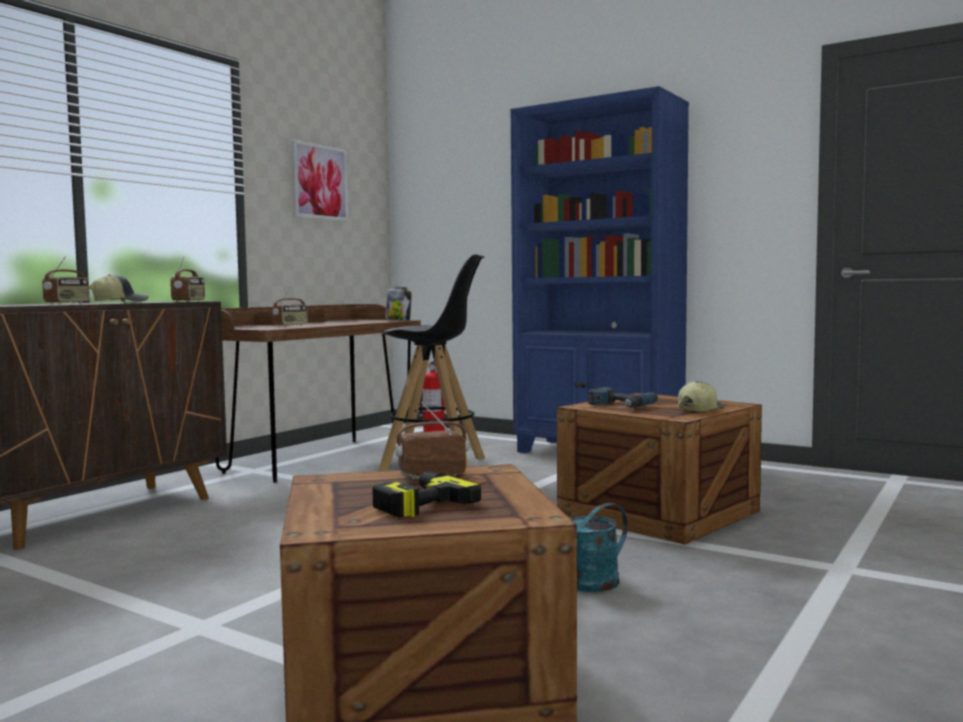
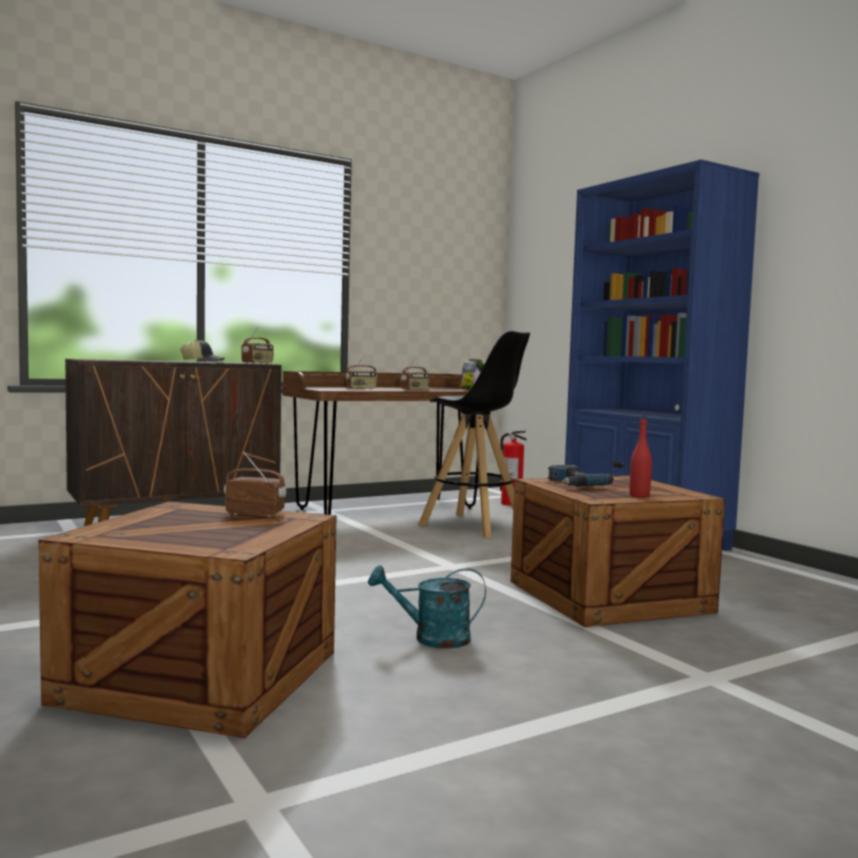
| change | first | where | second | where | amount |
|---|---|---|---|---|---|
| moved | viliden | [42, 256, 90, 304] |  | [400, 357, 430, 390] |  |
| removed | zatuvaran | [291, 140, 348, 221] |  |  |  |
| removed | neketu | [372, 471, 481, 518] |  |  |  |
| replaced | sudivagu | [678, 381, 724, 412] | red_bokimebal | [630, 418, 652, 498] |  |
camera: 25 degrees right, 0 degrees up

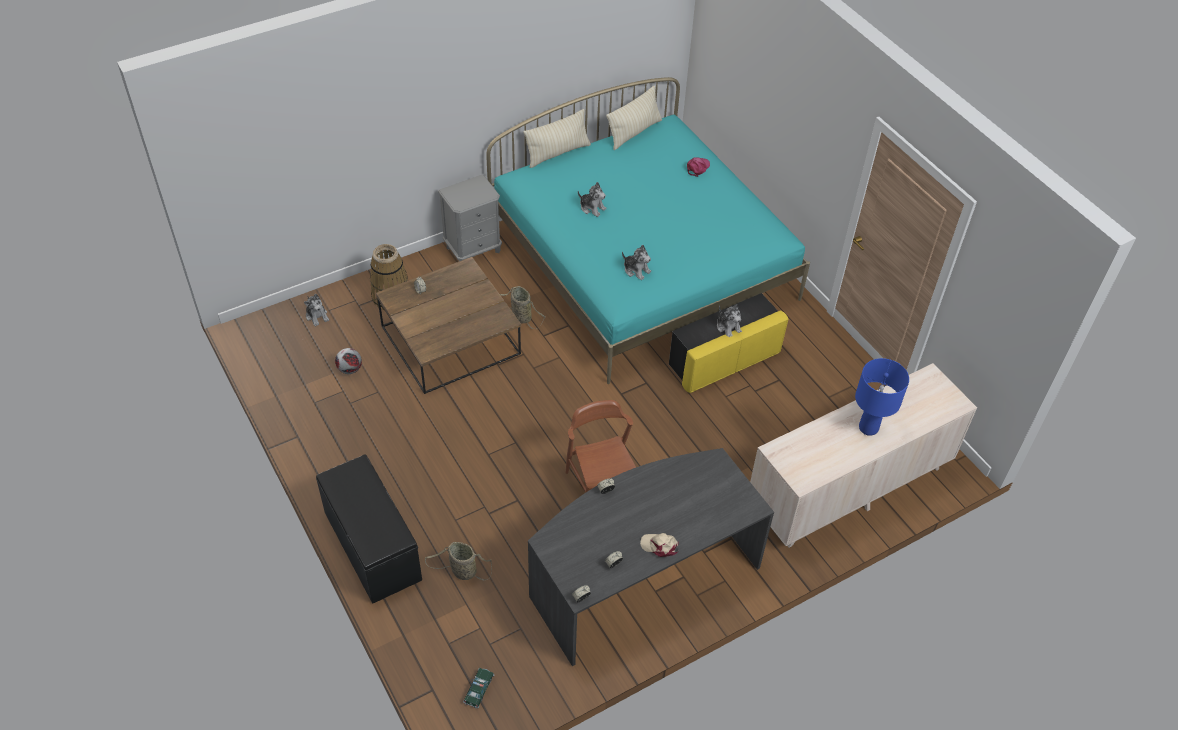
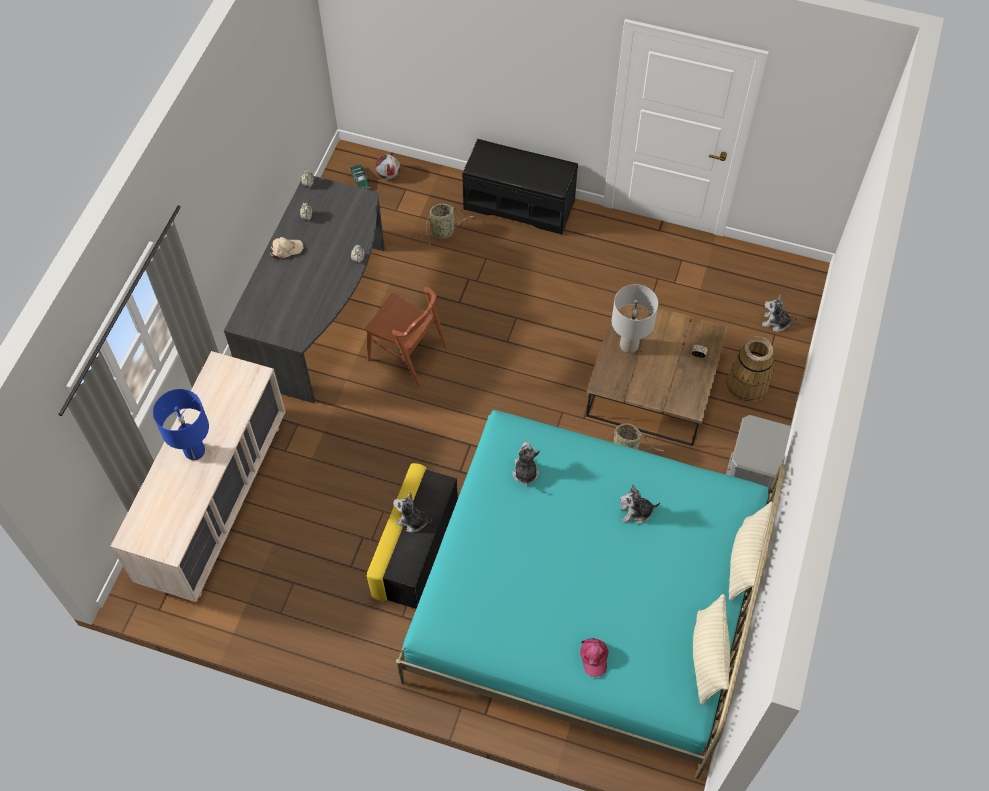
| change | first | where | second | where | amount |
|---|---|---|---|---|---|
| moved | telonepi | [335, 348, 362, 374] |  | [375, 155, 400, 180] |  |
| turned | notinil | [622, 245, 651, 280] |  | [512, 441, 540, 486] | 90 degrees clockwise |
| added |  |  | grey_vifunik | [612, 284, 658, 353] |  |
camera: 140 degrees right, 10 degrees up

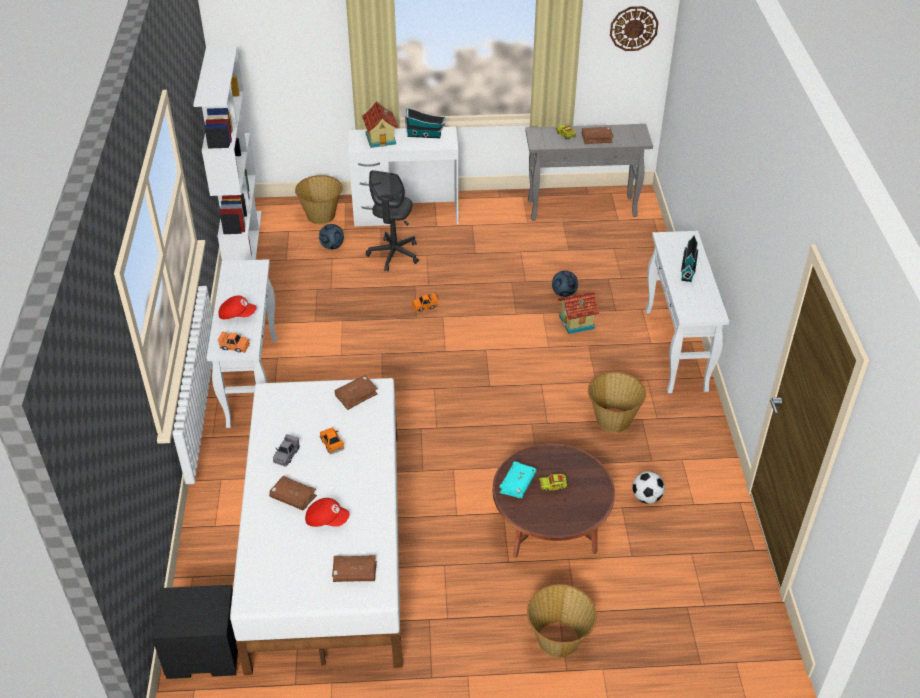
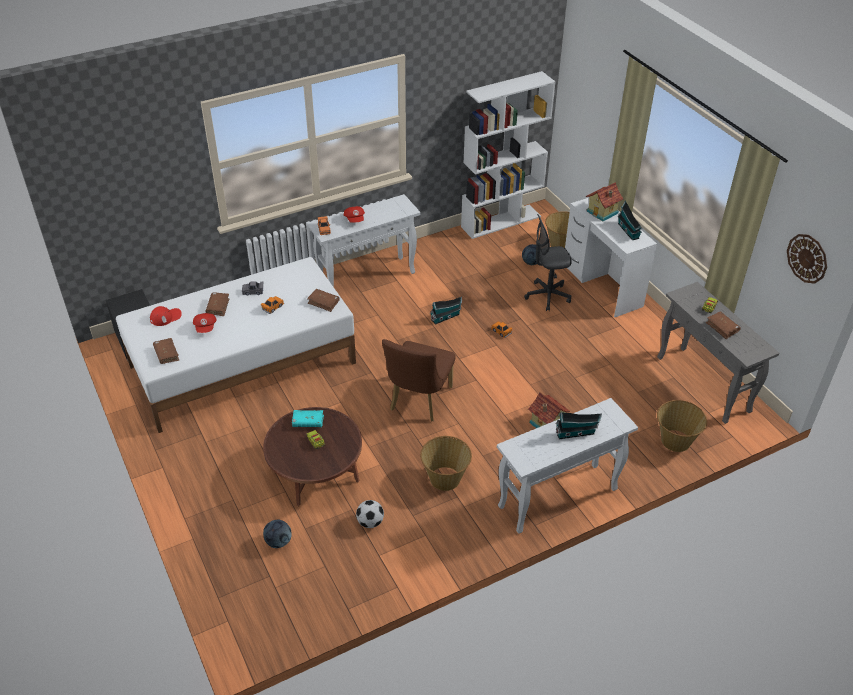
| change | first | where | second | where | amount |
|---|---|---|---|---|---|
| moved | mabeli | [527, 584, 597, 658] |  | [657, 400, 707, 452] |  |
| moved | telonepi | [552, 270, 578, 297] |  | [263, 520, 292, 548] |  |
| added |  |  | red_sudivagu | [150, 306, 182, 326] |  |
| added |  |  | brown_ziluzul | [382, 339, 456, 421] |  |
| added |  |  | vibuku | [430, 297, 462, 325] |  |
camera: 65 degrees right, 0 degrees up

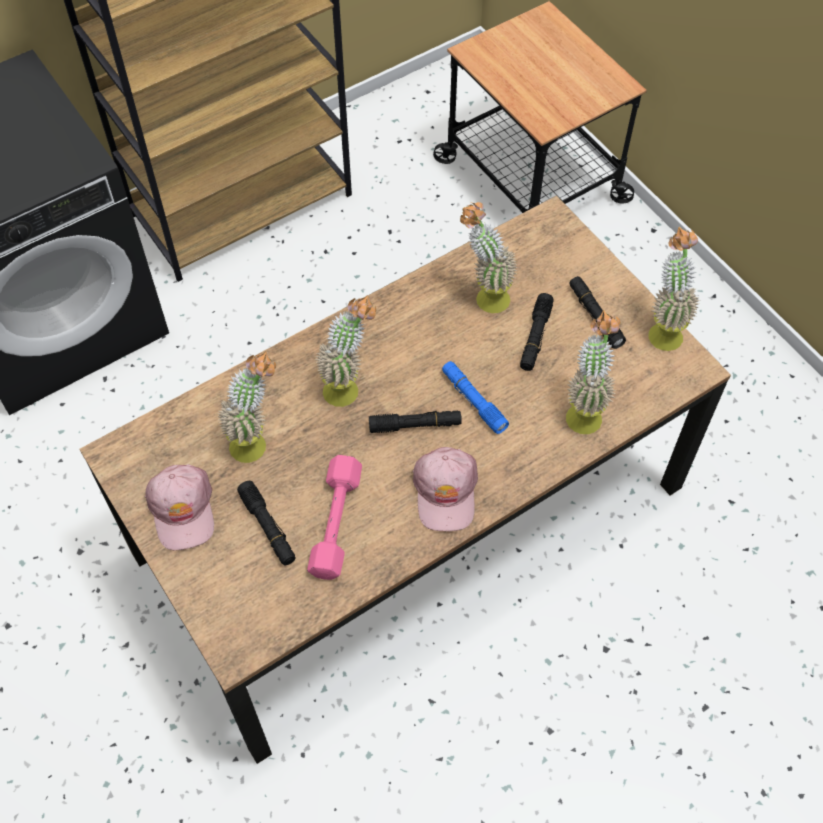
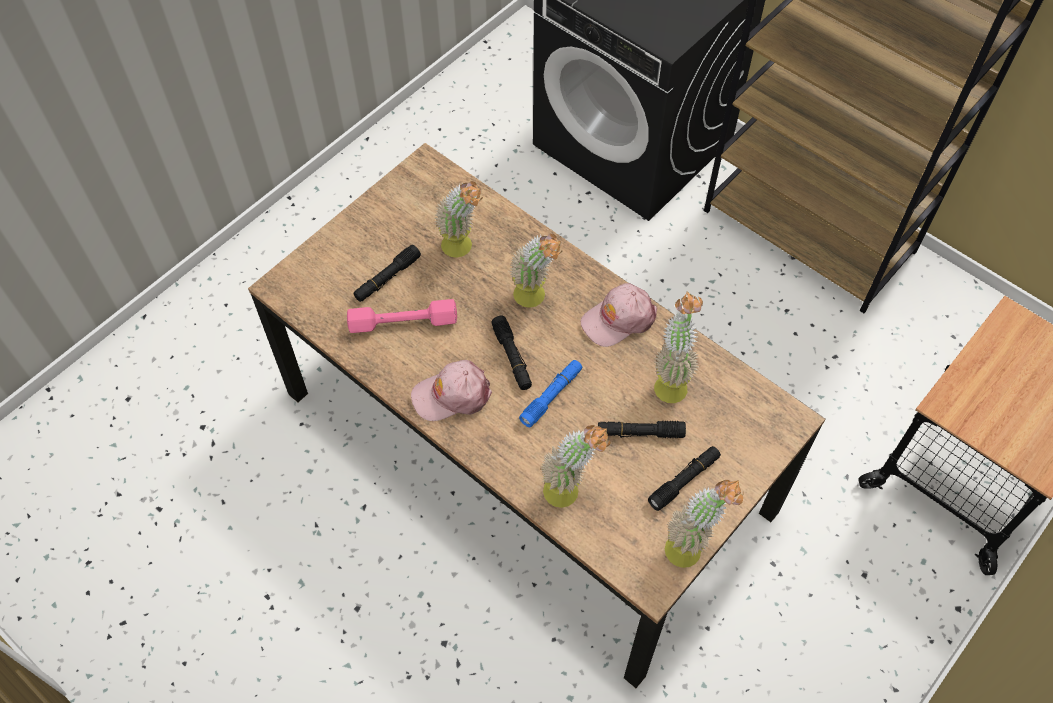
| change | first | where | second | where | amount |
|---|---|---|---|---|---|
| moved | pink_sudivagu | [145, 464, 214, 551] |  | [580, 283, 657, 347] |  |
camera: 75 degrees right, 0 degrees up

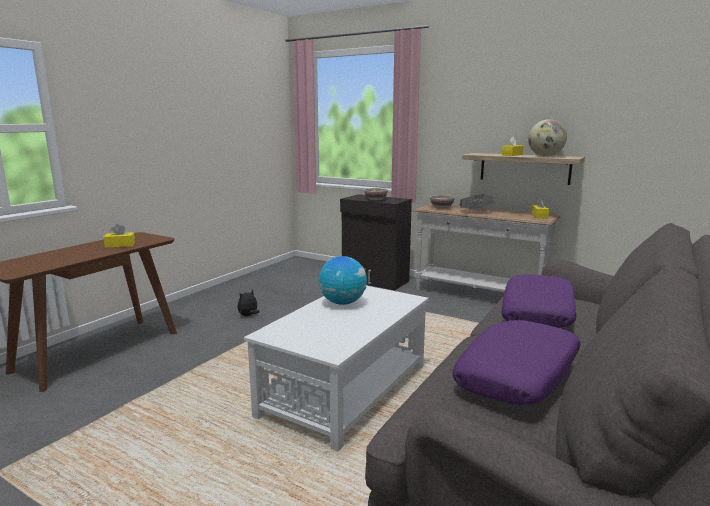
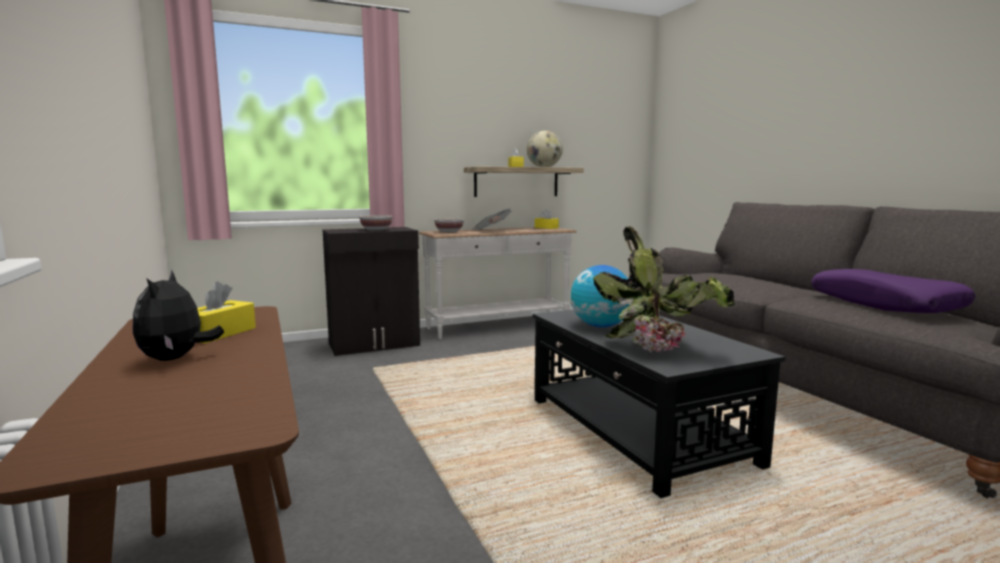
| change | first | where | second | where | amount |
|---|---|---|---|---|---|
| moved | notinil | [237, 290, 260, 316] |  | [132, 270, 224, 361] |  |
| recoloured | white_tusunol | [244, 286, 428, 452] | black_tusunol | [533, 309, 786, 498] |  |
| removed | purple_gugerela | [501, 274, 576, 328] |  |  |  |
| added |  |  | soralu | [593, 226, 735, 352] |  |
camera: 55 degrees left, 5 degrees down

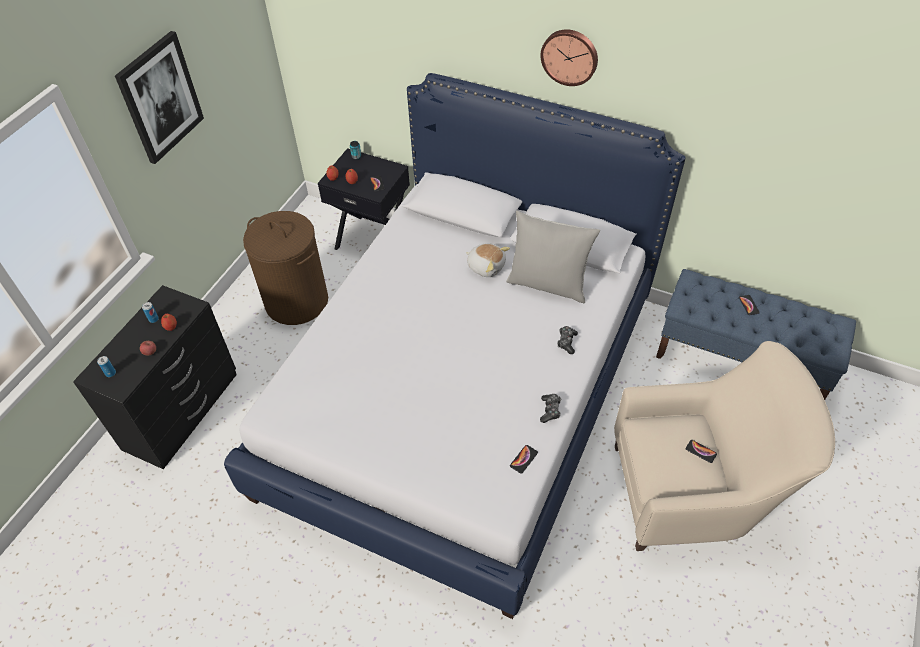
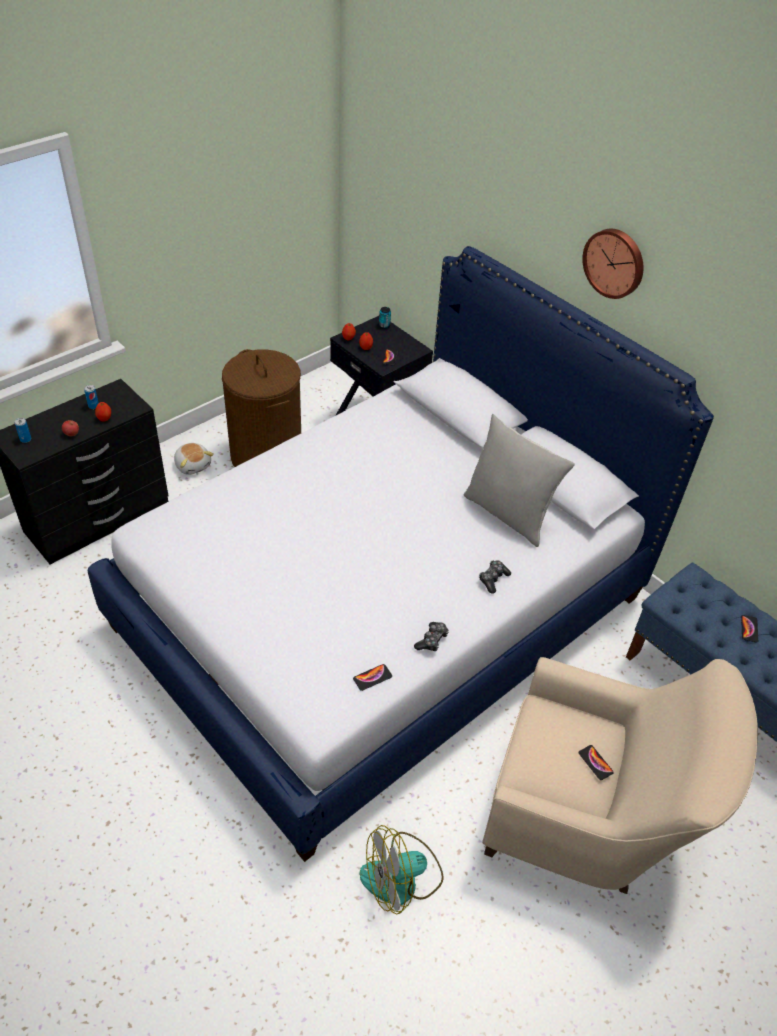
| change | first | where | second | where | amount |
|---|---|---|---|---|---|
| removed | zatuvaran | [115, 31, 204, 164] |  |  |  |
| moved | notinil | [466, 243, 510, 277] |  | [174, 443, 214, 475] |  |
| added |  |  | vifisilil | [359, 825, 444, 914] |  |
camera: 20 degrees right, 5 degrees down

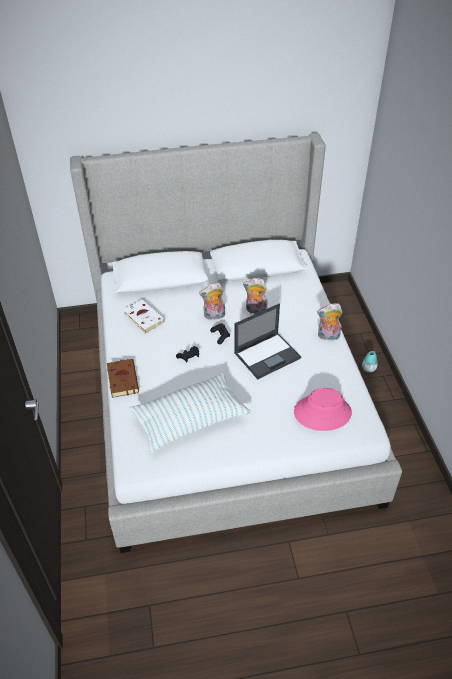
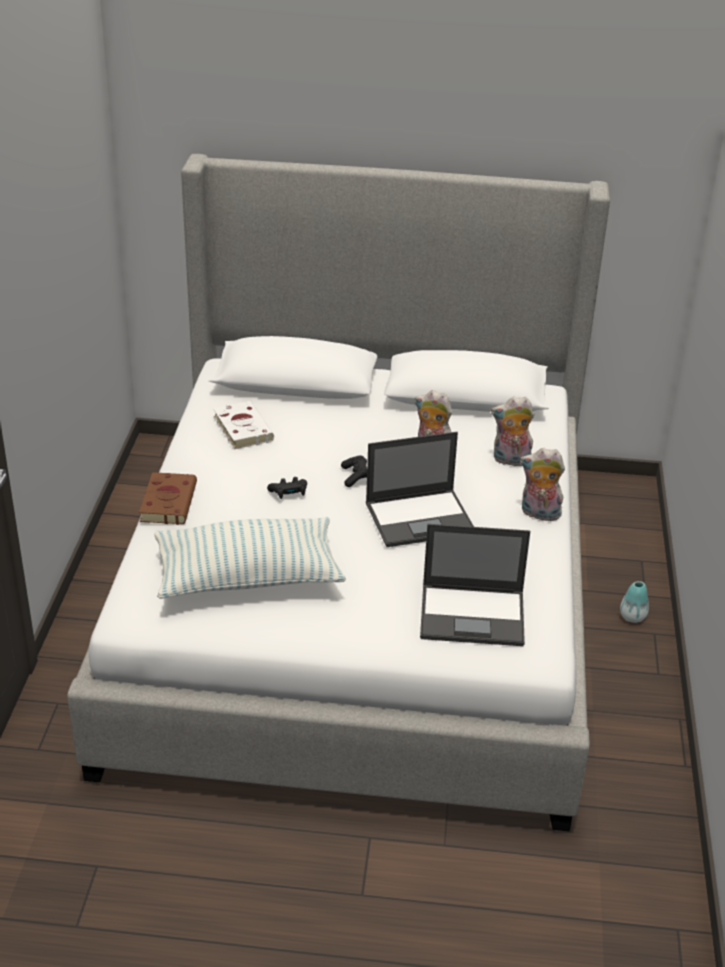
| change | first | where | second | where | amount |
|---|---|---|---|---|---|
| moved | notinil | [199, 282, 226, 320] |  | [491, 397, 534, 466] |  |
| replaced | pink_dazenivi | [294, 388, 352, 431] | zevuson | [420, 524, 530, 646] |  |
camera: 15 degrees right, 10 degrees down

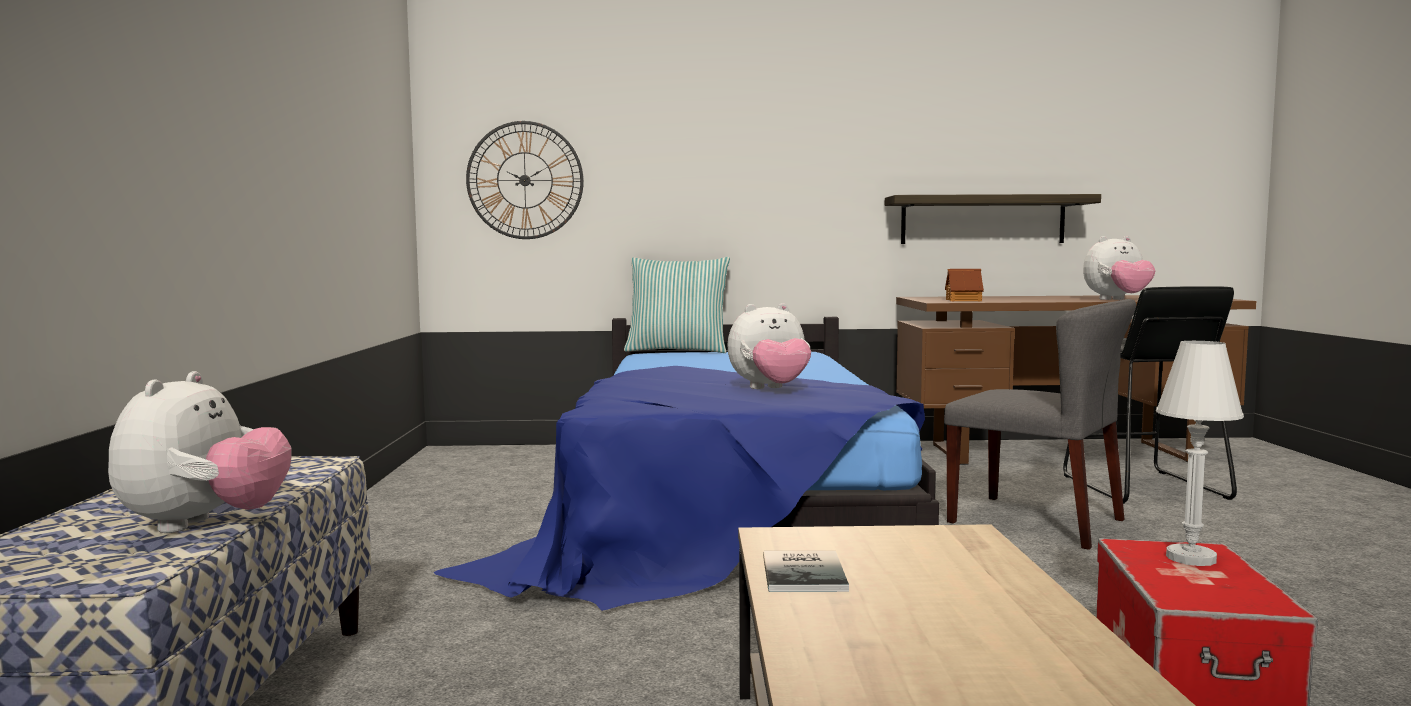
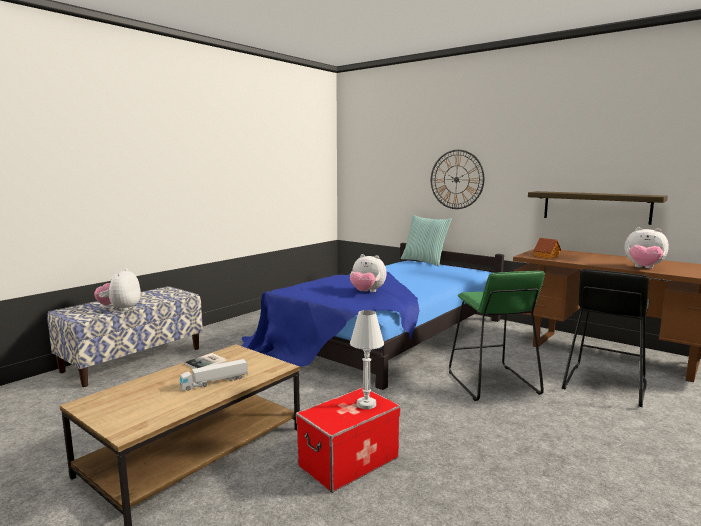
| change | first | where | second | where | amount |
|---|---|---|---|---|---|
| turned | notinil | [108, 371, 292, 533] |  | [94, 268, 141, 311] | 135 degrees clockwise |
| moved | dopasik | [466, 121, 584, 239] |  | [431, 150, 484, 209] |  |
| replaced | grey_ziluzul | [944, 299, 1136, 550] | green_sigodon | [449, 271, 545, 401] |  |
| added |  |  | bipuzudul | [179, 359, 248, 391] |  |
camera: 40 degrees right, 5 degrees up

